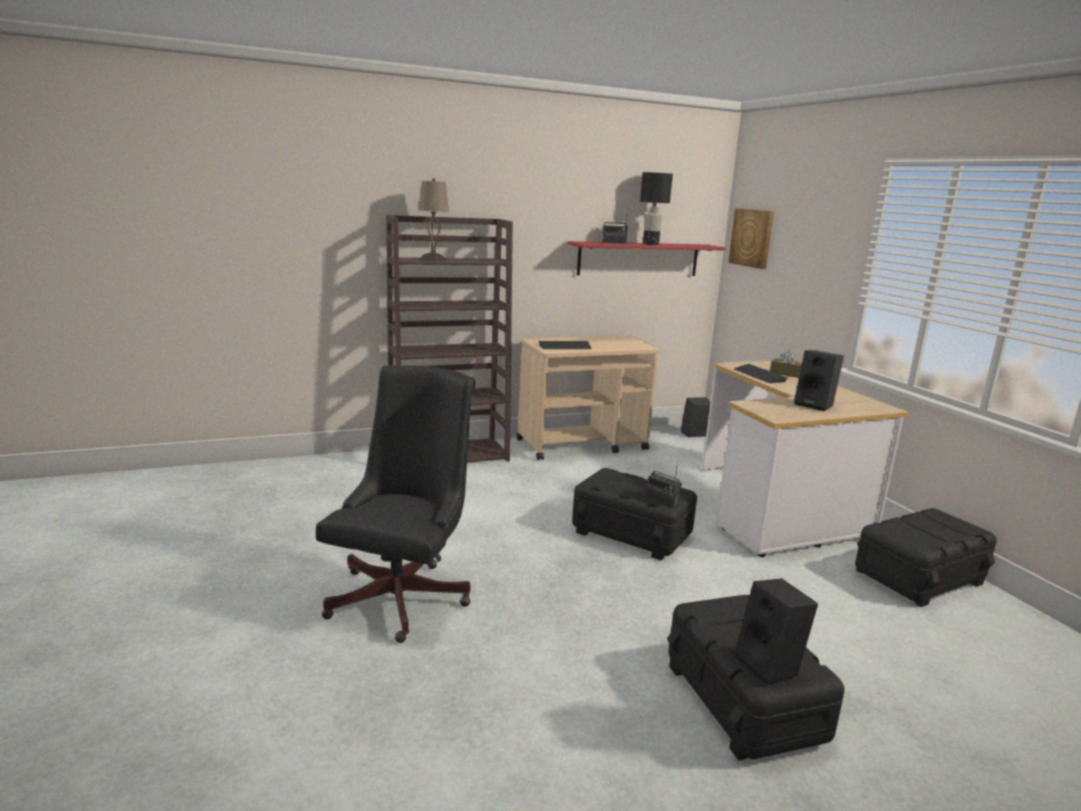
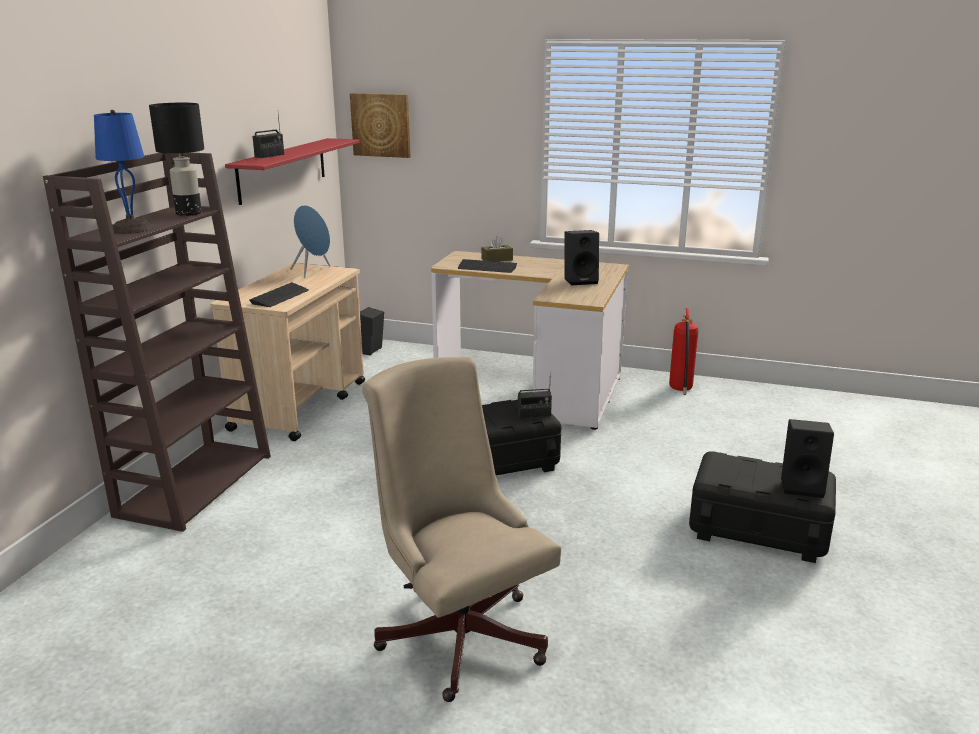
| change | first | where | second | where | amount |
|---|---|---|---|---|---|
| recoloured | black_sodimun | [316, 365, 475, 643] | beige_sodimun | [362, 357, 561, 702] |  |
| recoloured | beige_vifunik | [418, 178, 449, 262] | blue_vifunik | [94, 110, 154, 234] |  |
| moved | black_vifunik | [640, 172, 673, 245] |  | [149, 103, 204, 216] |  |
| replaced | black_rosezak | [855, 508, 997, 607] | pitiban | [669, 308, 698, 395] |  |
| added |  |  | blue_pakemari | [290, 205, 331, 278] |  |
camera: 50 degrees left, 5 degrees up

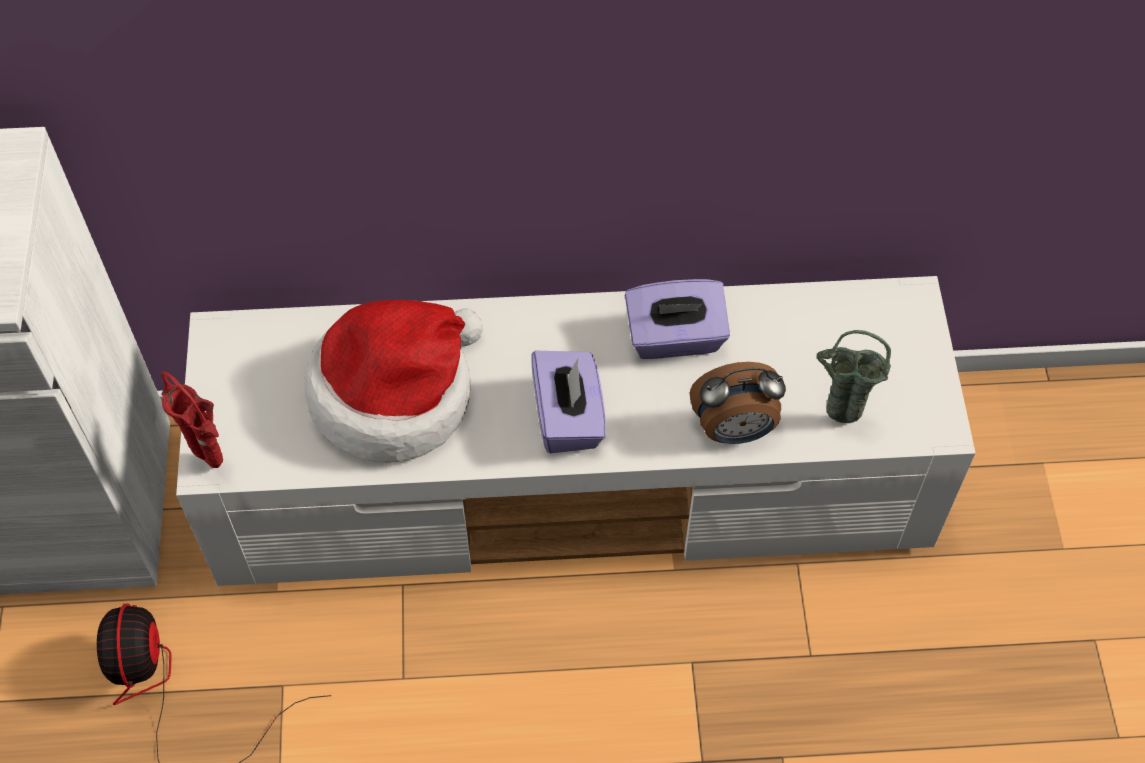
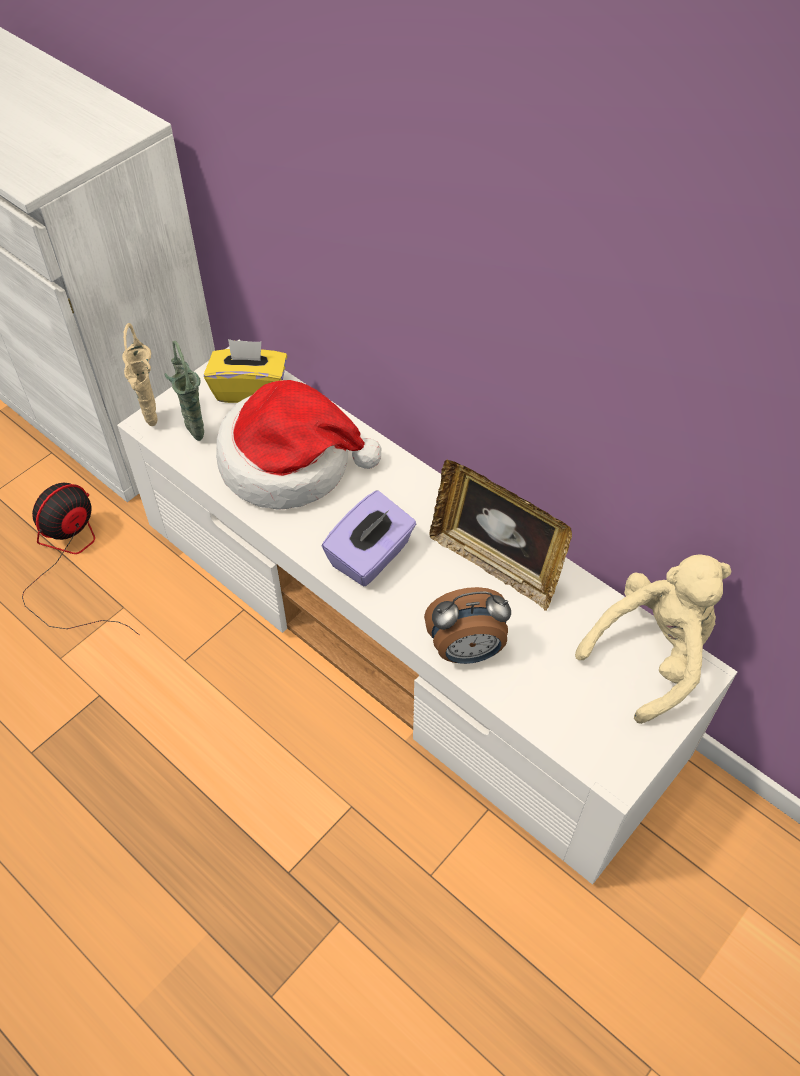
| change | first | where | second | where | amount |
|---|---|---|---|---|---|
| recoloured | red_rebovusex | [161, 371, 223, 468] | beige_rebovusex | [122, 323, 158, 426] |  |
| replaced | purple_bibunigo | [625, 279, 730, 359] | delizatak | [430, 460, 572, 611] |  |
| turned | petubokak | [690, 362, 786, 444] |  | [424, 587, 511, 664] | 45 degrees counterclockwise |
| moved | green_rebovusex | [817, 330, 891, 423] |  | [164, 341, 204, 441] |  |
| added |  |  | yellow_bibunigo | [204, 339, 287, 403] |  |
| added |  |  | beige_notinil | [575, 555, 732, 724] |  |
camera: 45 degrees right, 5 degrees down

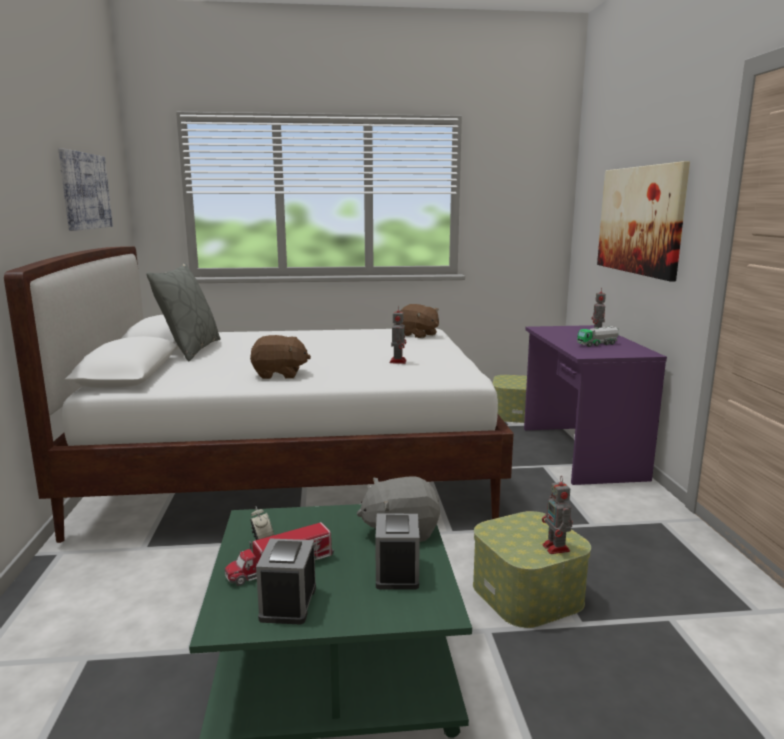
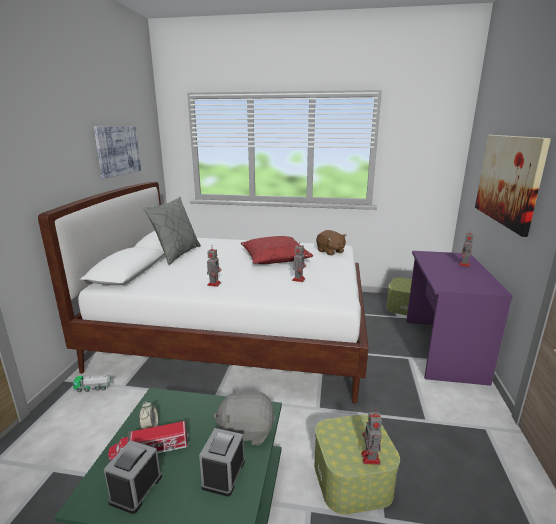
| change | first | where | second | where | amount |
|---|---|---|---|---|---|
| replaced | brown_notinil | [250, 335, 311, 379] | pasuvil | [207, 246, 221, 287] |  |
| moved | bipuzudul | [577, 326, 619, 347] |  | [73, 375, 111, 392] |  |
| added |  |  | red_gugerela | [241, 236, 313, 264] |  |
camera: 15 degrees right, 5 degrees up

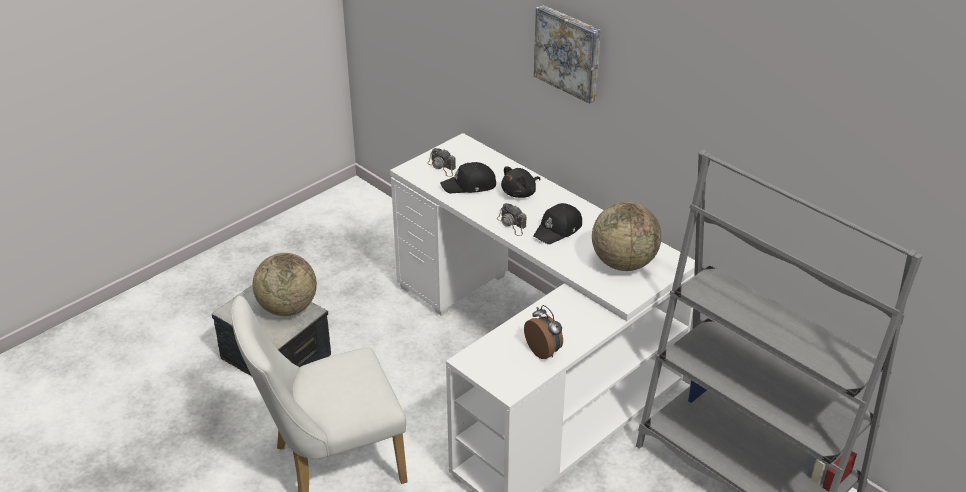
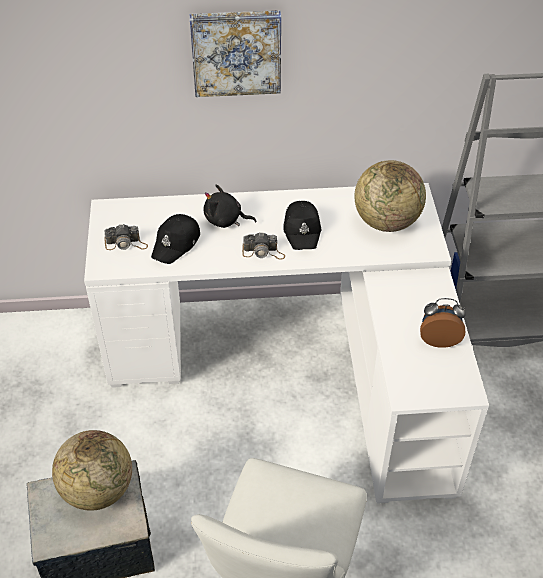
| change | first | where | second | where | amount |
|---|---|---|---|---|---|
| turned | black_notinil | [501, 166, 541, 198] |  | [204, 185, 257, 228] | 105 degrees clockwise |
camera: 50 degrees left, 10 degrees up

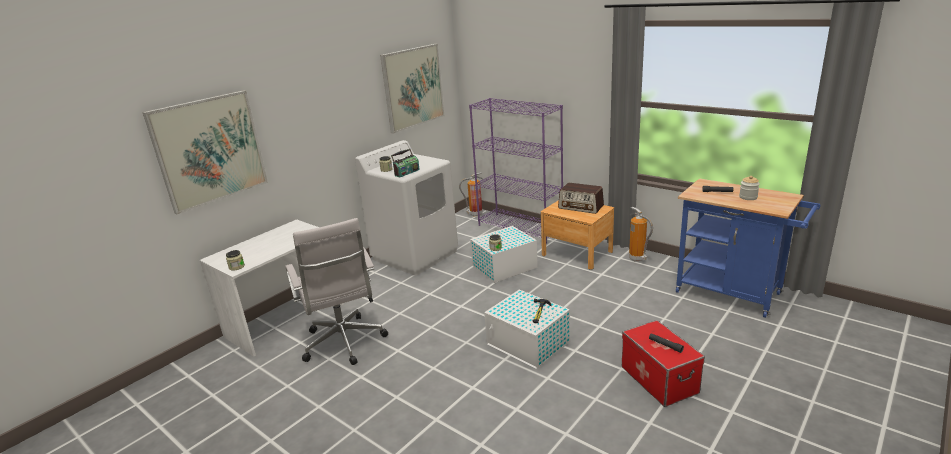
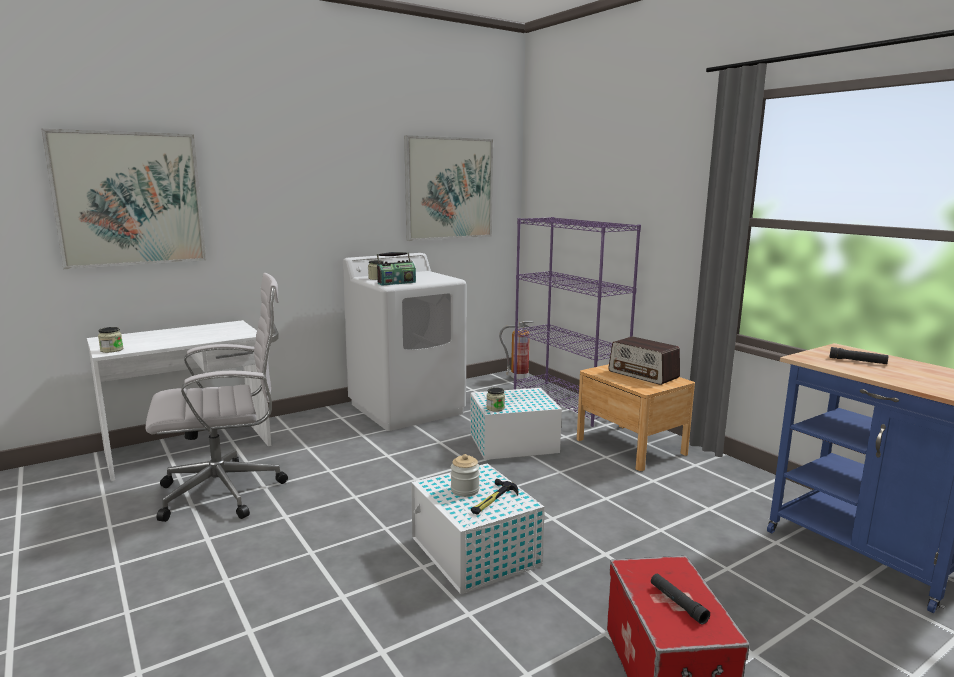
| change | first | where | second | where | amount |
|---|---|---|---|---|---|
| turned | white_sodimun | [285, 218, 388, 365] |  | [145, 273, 288, 522] | 105 degrees counterclockwise |
| removed | pitiban | [629, 207, 653, 262] |  |  |  |
| moved | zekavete | [739, 176, 760, 200] |  | [451, 454, 480, 497] |  |
camera: 15 degrees right, 10 degrees down

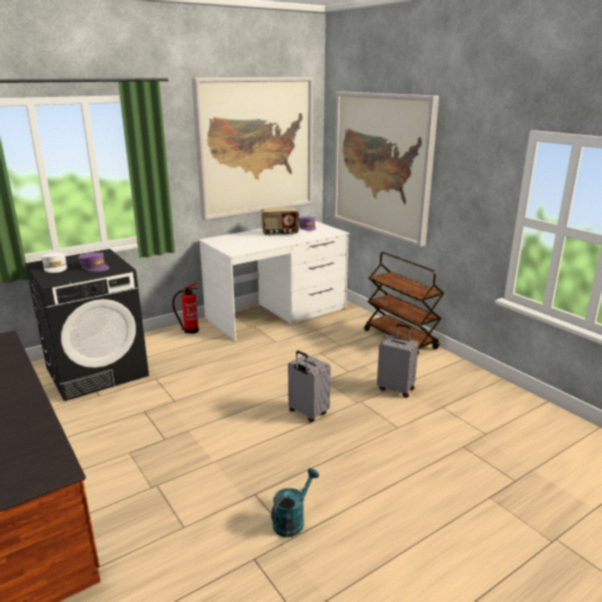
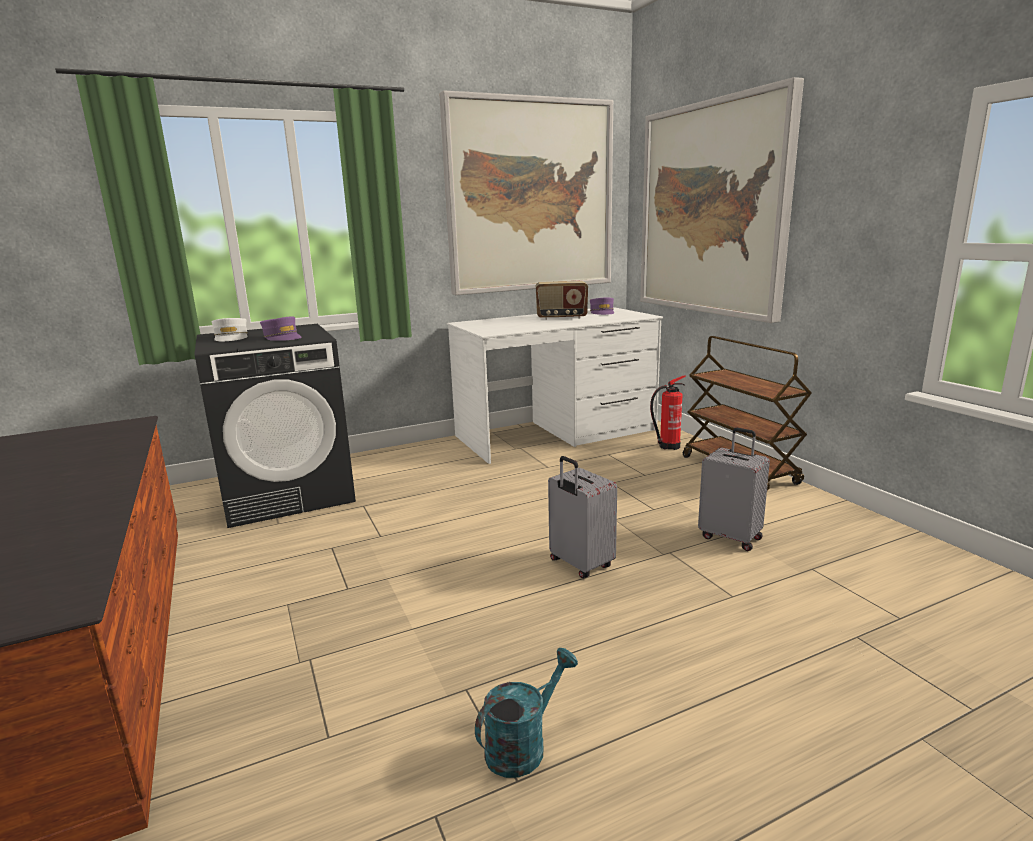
| change | first | where | second | where | amount |
|---|---|---|---|---|---|
| moved | pitiban | [172, 282, 199, 334] |  | [650, 375, 686, 450] |  |
camera: 10 degrees right, 5 degrees down

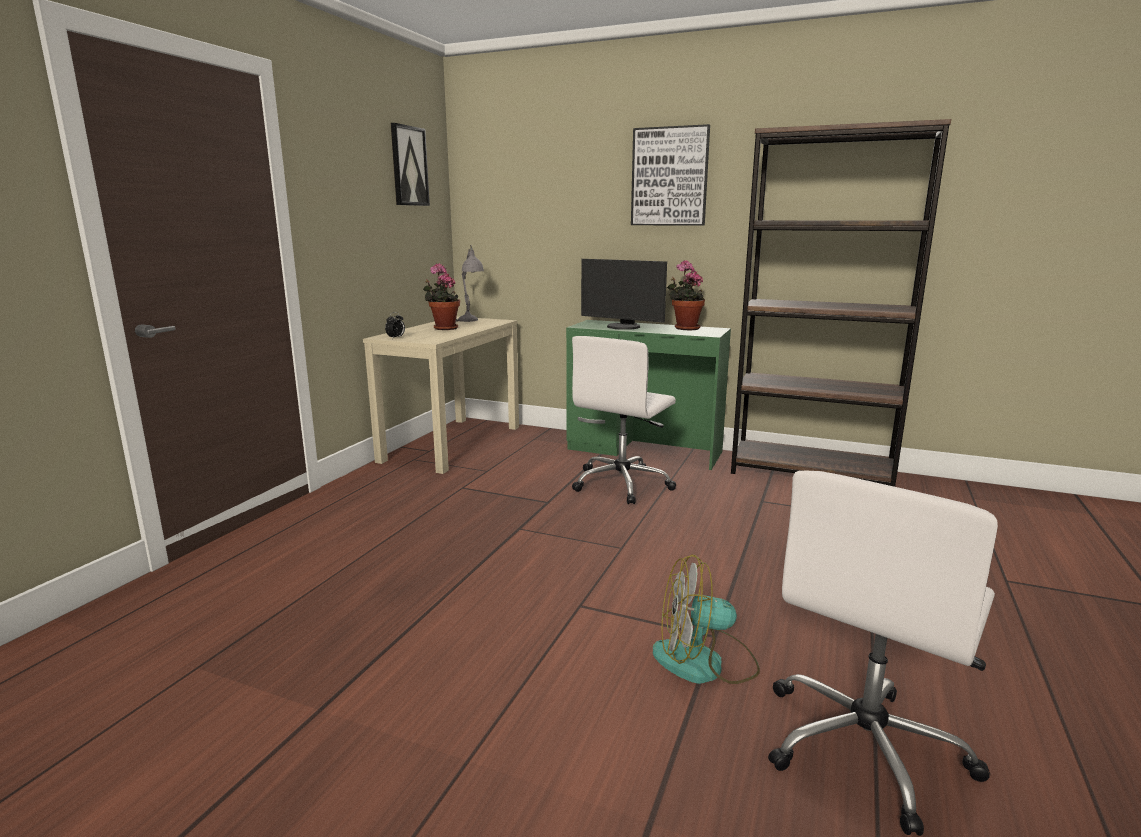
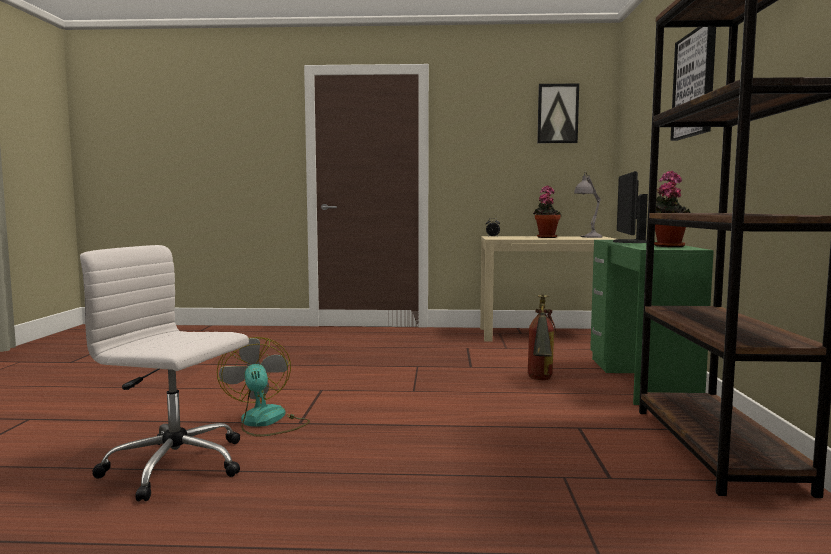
| change | first | where | second | where | amount |
|---|---|---|---|---|---|
| replaced | white_sodimun | [572, 336, 676, 504] | pitiban | [528, 294, 556, 380] |  |
camera: 70 degrees right, 10 degrees down

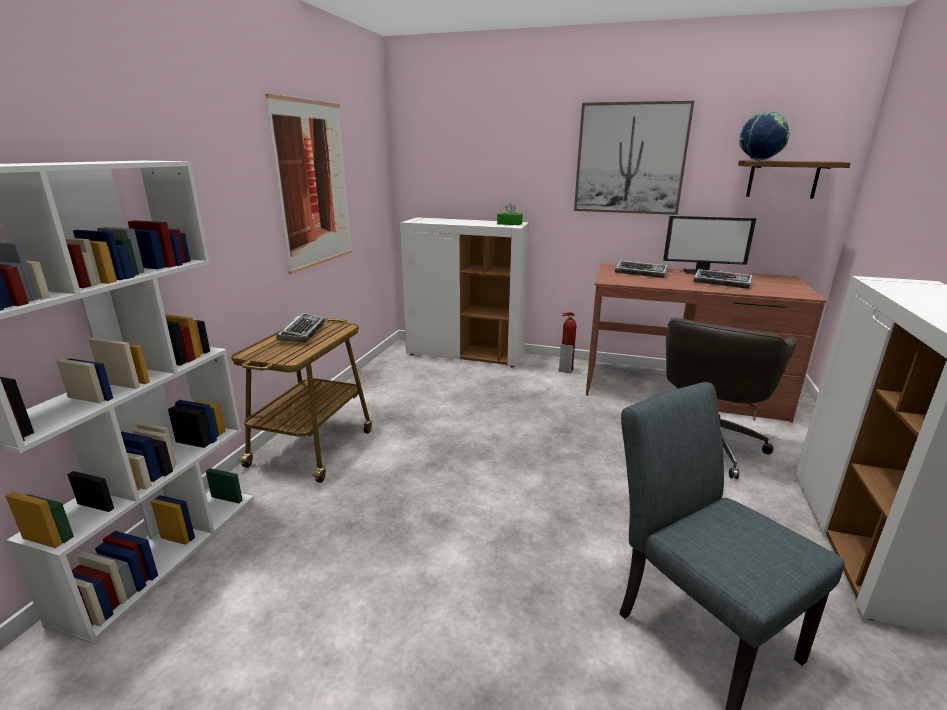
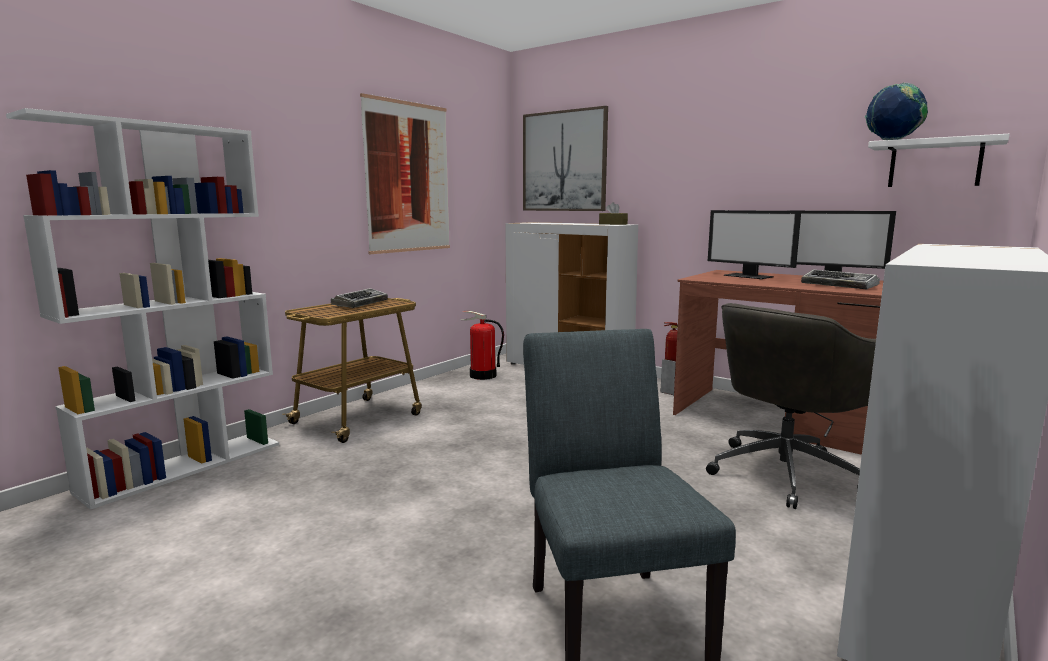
| change | first | where | second | where | amount |
|---|---|---|---|---|---|
| recoloured | green_bibunigo | [497, 203, 523, 225] | brown_bibunigo | [599, 202, 628, 225] |  |
| moved | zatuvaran | [574, 101, 694, 215] |  | [523, 106, 608, 211] |  |
| replaced | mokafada | [615, 261, 668, 278] | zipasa | [708, 210, 801, 279] |  |
| recoloured | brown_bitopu | [738, 161, 851, 198] | white_bitopu | [868, 134, 1009, 187] |  |
| added |  |  | pitiban | [461, 311, 504, 380] |  |
camera: 20 degrees right, 10 degrees down

